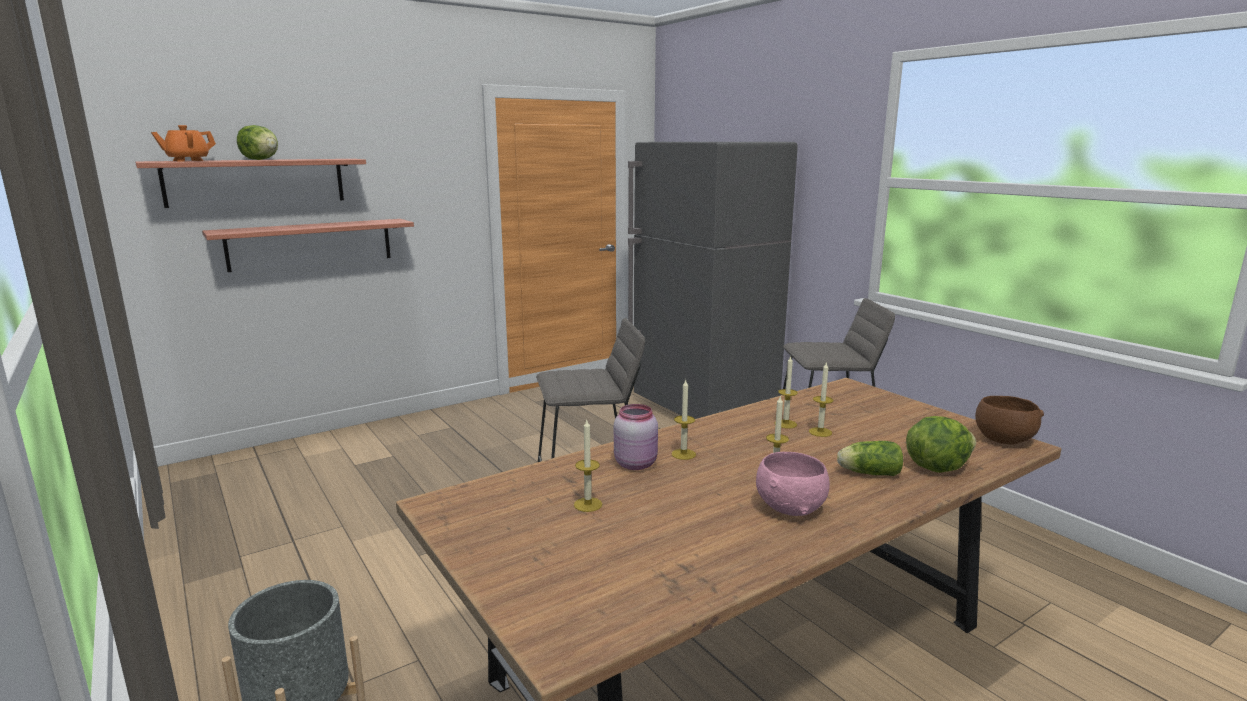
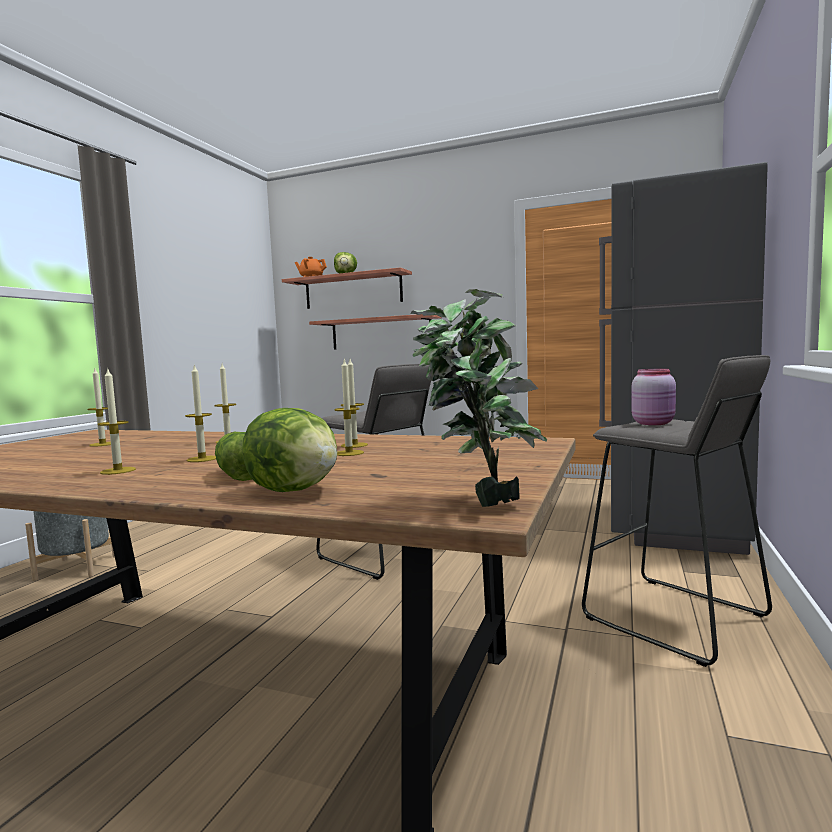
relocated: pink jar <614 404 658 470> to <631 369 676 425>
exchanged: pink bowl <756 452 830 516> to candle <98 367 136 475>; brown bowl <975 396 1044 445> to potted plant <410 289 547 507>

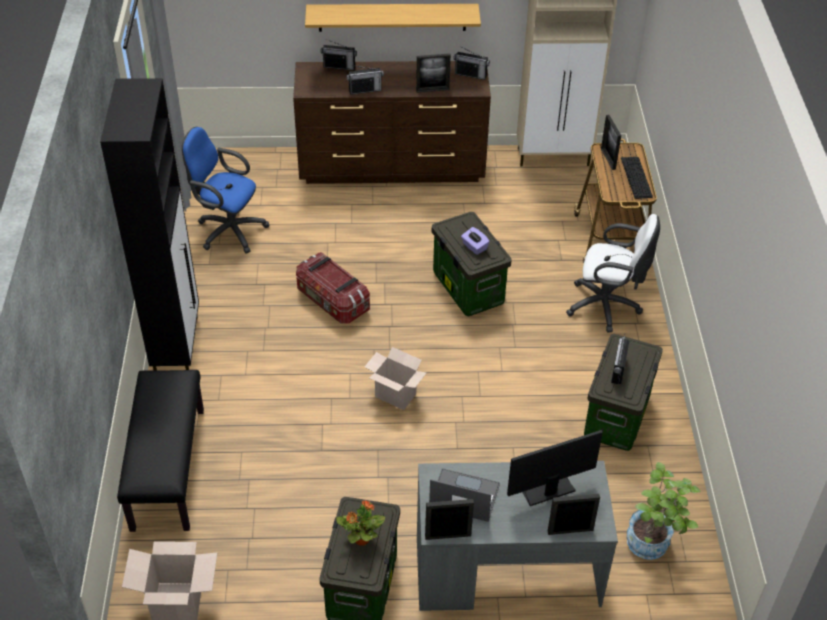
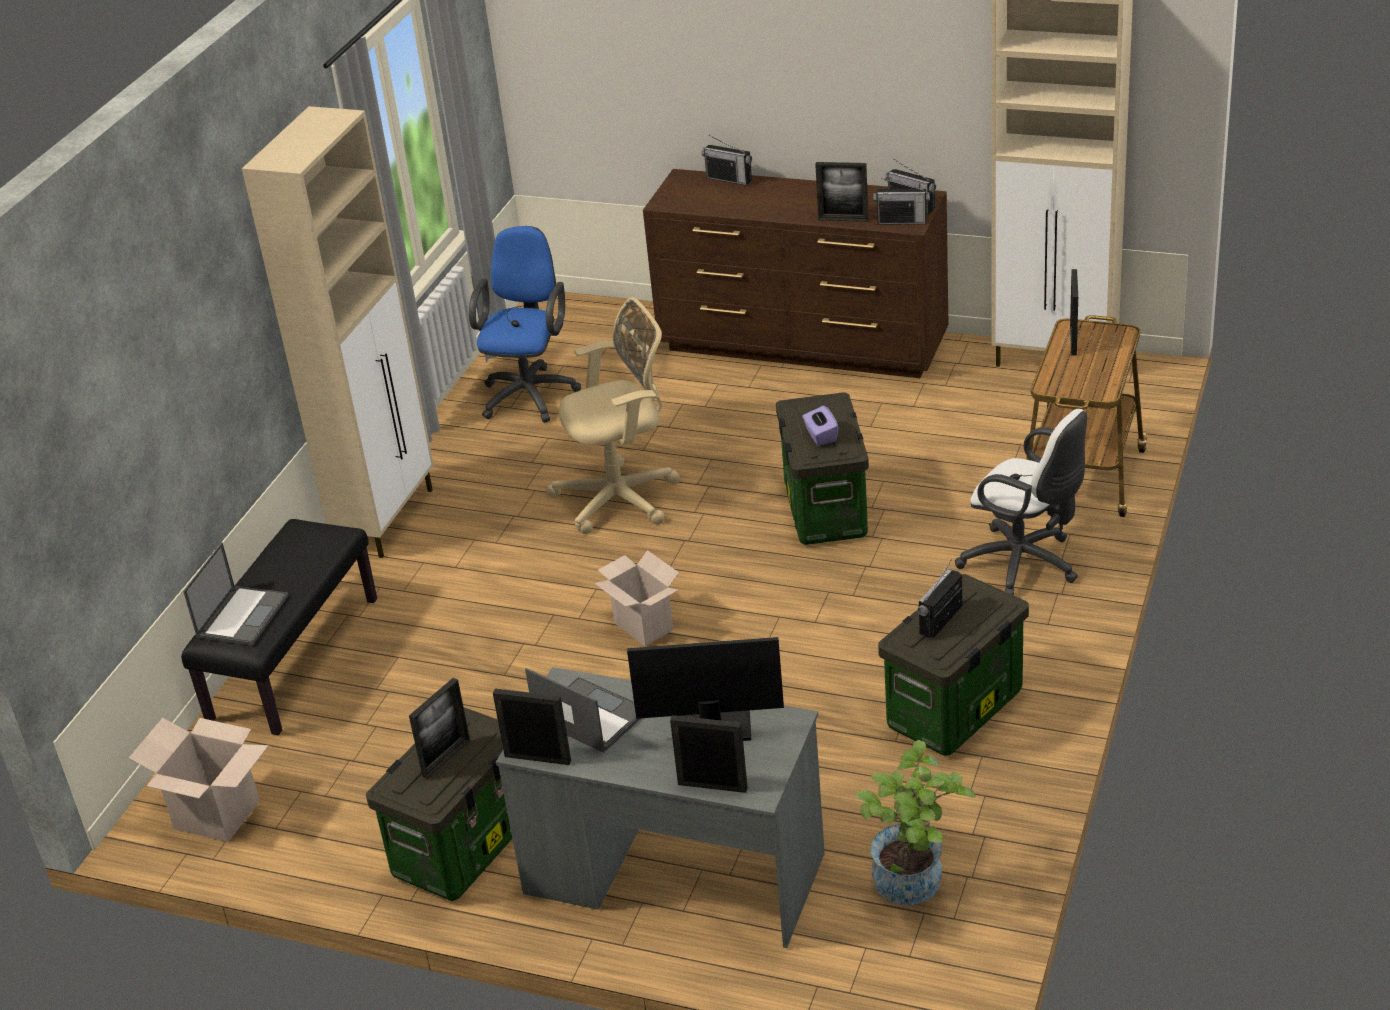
missing: shelf <305 4 481 32>; keyboard <621 157 653 199>
appeared: laptop <183 542 289 646>
relocated: radio <346 65 384 95> to <873 178 930 225>
exchanged: storage box <296 252 370 324> to beige office chair <546 297 680 534>; potted plant <336 500 385 546> to picture frame <409 678 470 779>
colour: black cabinet <100 78 199 371> to beige cabinet <242 106 434 558>
spun: blue office chair <182 127 270 254> = <469 226 581 423> 60 degrees clockwise

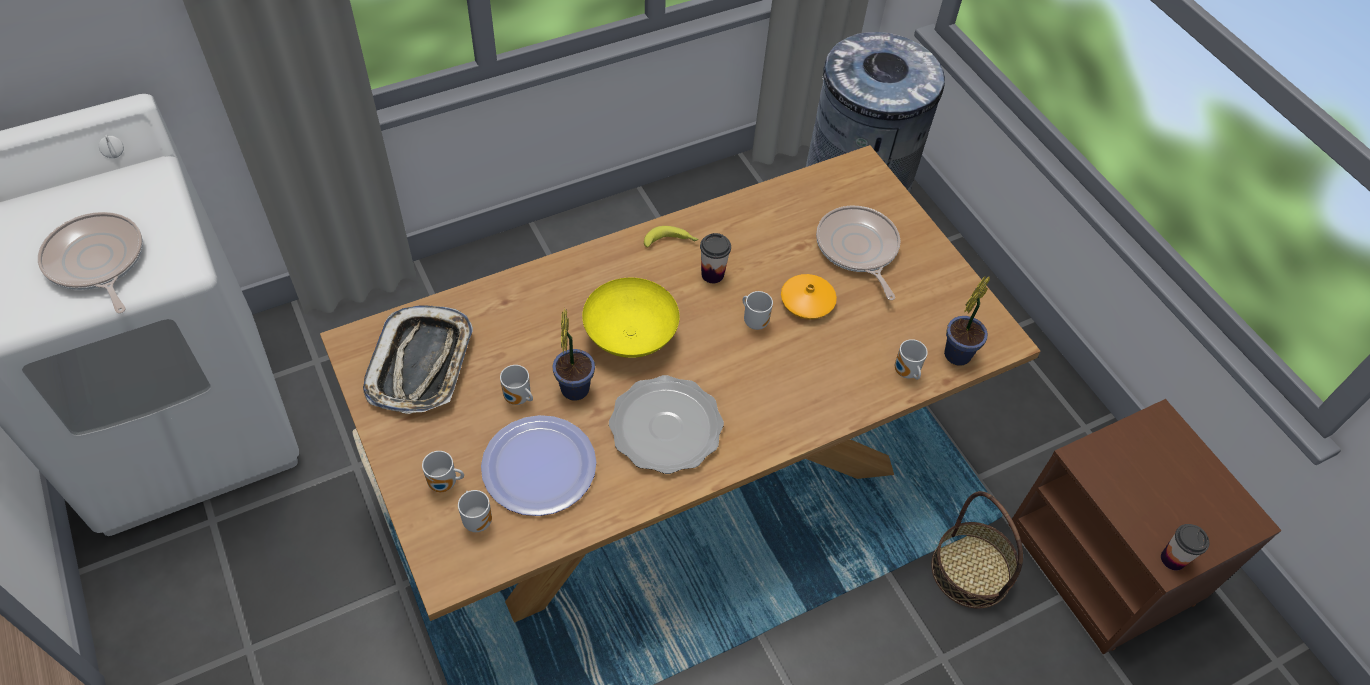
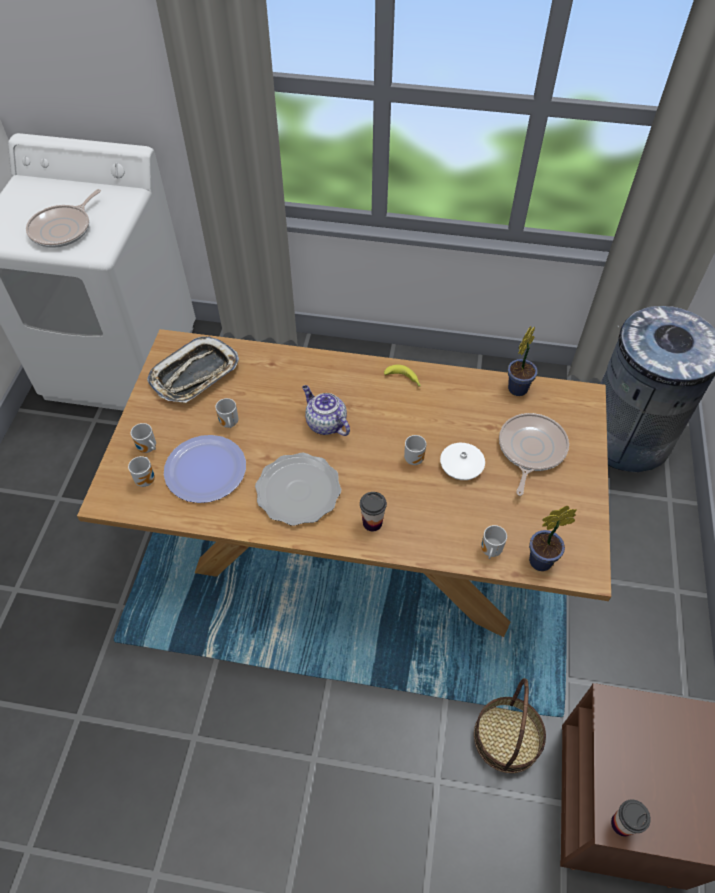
relocated: potted plant <552 308 595 401> to <508 326 538 396>; cup <700 233 731 283> to <360 492 387 532>
exchanged: yellow bowl <582 278 680 358> to teapot <302 385 350 436>
colour: orange vase <781 274 837 320> to white vase <440 443 485 480>
spun: frying pan <38 212 143 314> = <26 189 101 248> 150 degrees counterclockwise

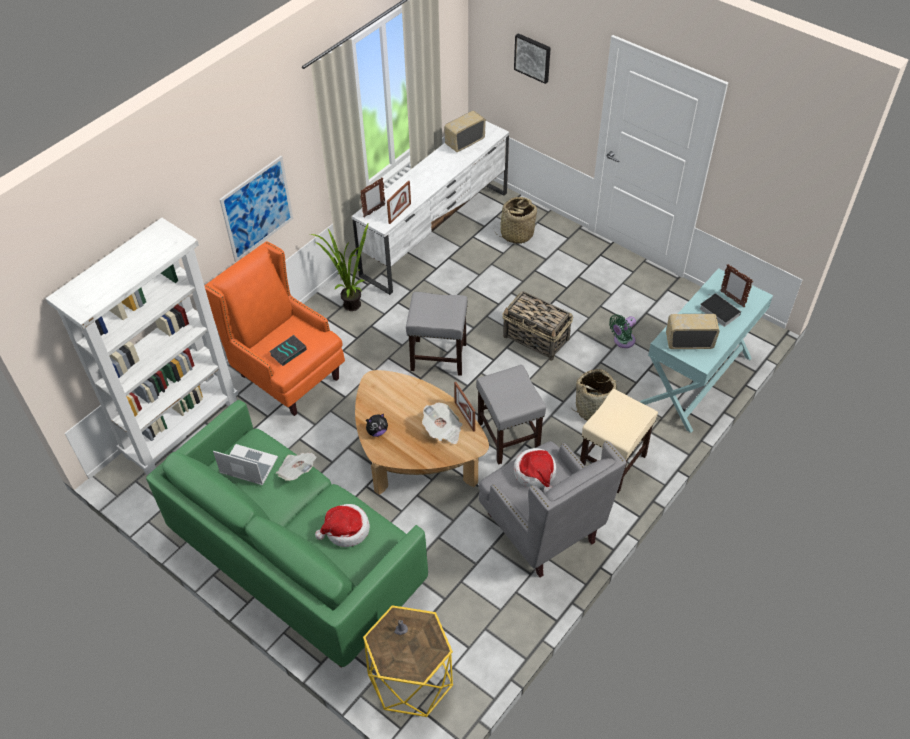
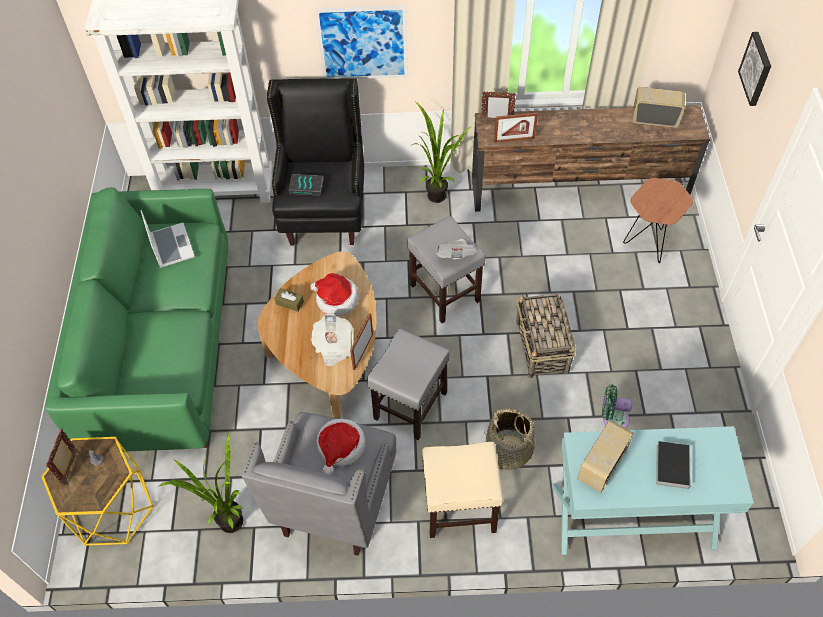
appeared: potted plant <156 433 243 533>
relocated: newspaper <275 452 316 481> to <435 239 477 260>; hat <315 504 370 547> to <310 273 359 317>; picture frame <721 264 753 307> to <46 429 77 486>
exchanged: plush toy <366 413 388 437> to brown tissue box <274 288 304 312>; basket <498 197 537 244> to brown side table <623 178 693 263>
colour: orange armchair <204 241 345 416> to black armchair <267 78 364 246>; white tv stand <352 121 509 295> to brown tv stand <472 105 710 212>
spun: radio <666 314 720 349> = <577 420 634 493> 105 degrees counterclockwise

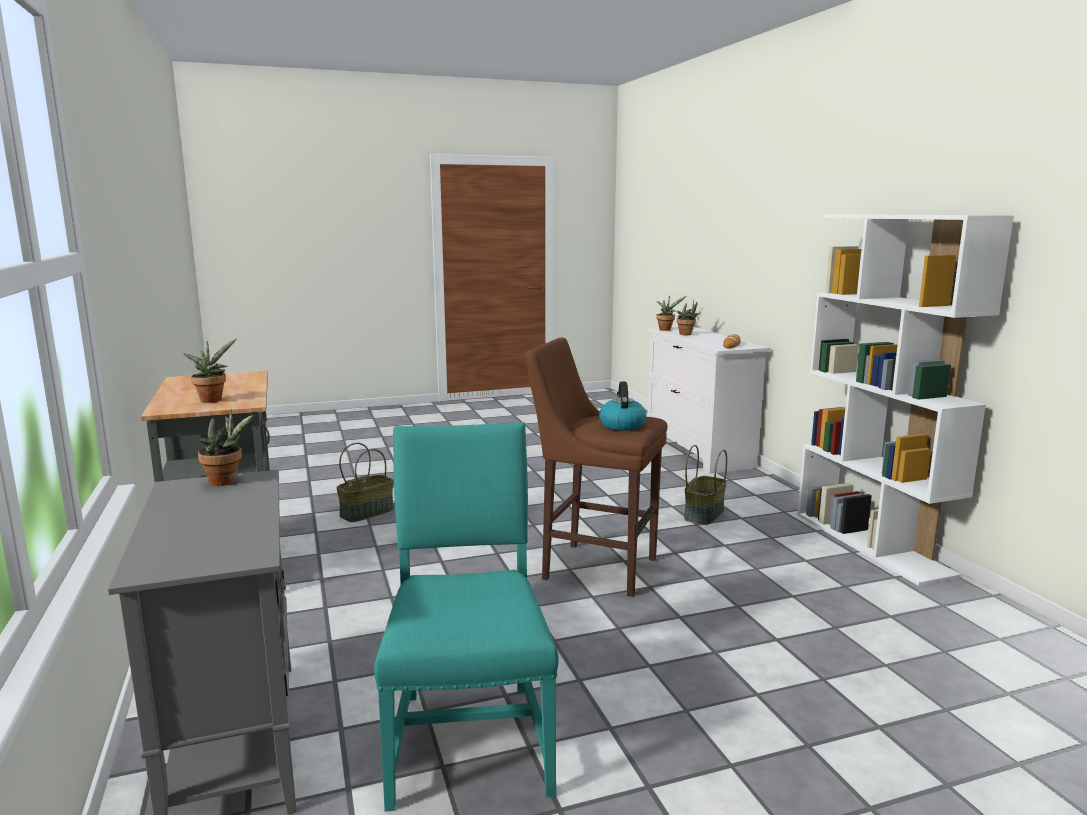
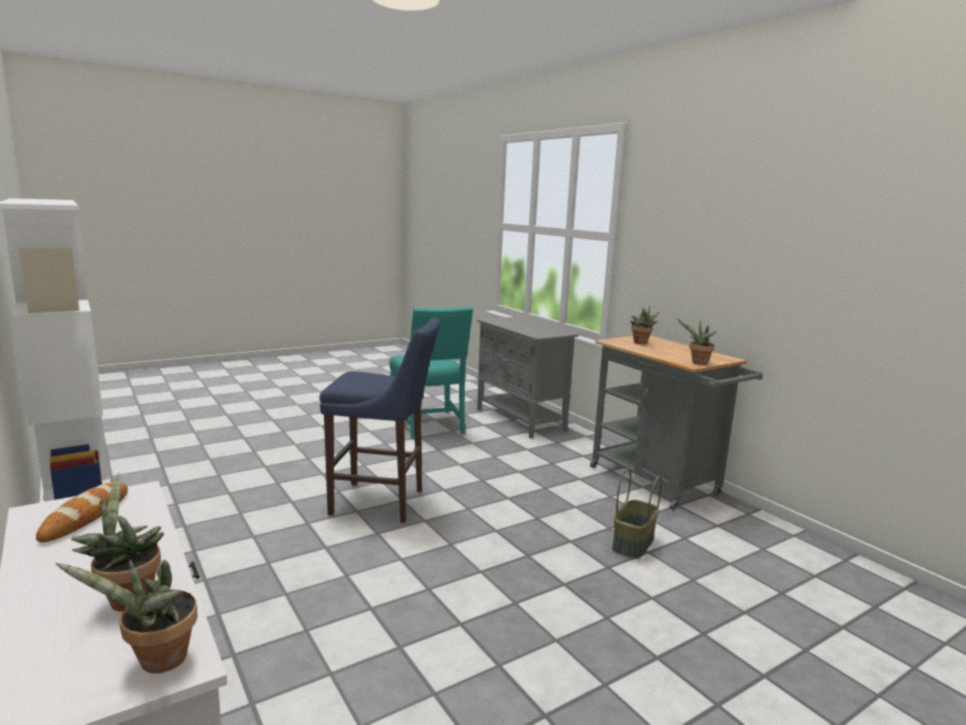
missing: kettle <599 382 646 431>; basket <684 445 727 525>
relocated: potted plant <198 409 253 486> to <678 319 717 365>
colour: brown stool <524 338 667 597> to blue stool <320 318 440 523>

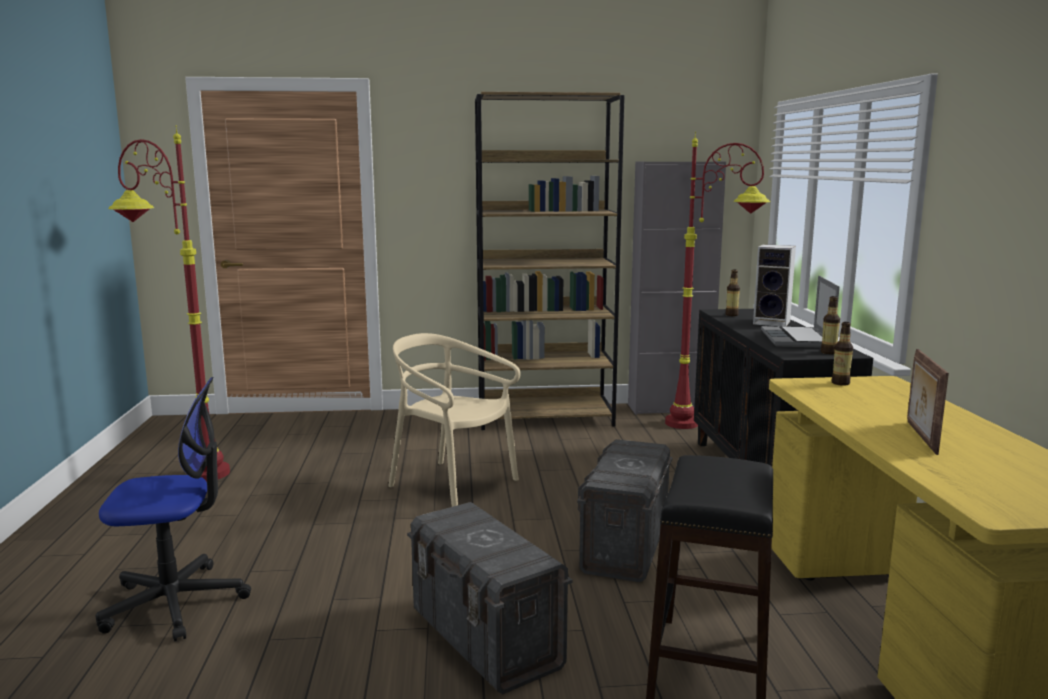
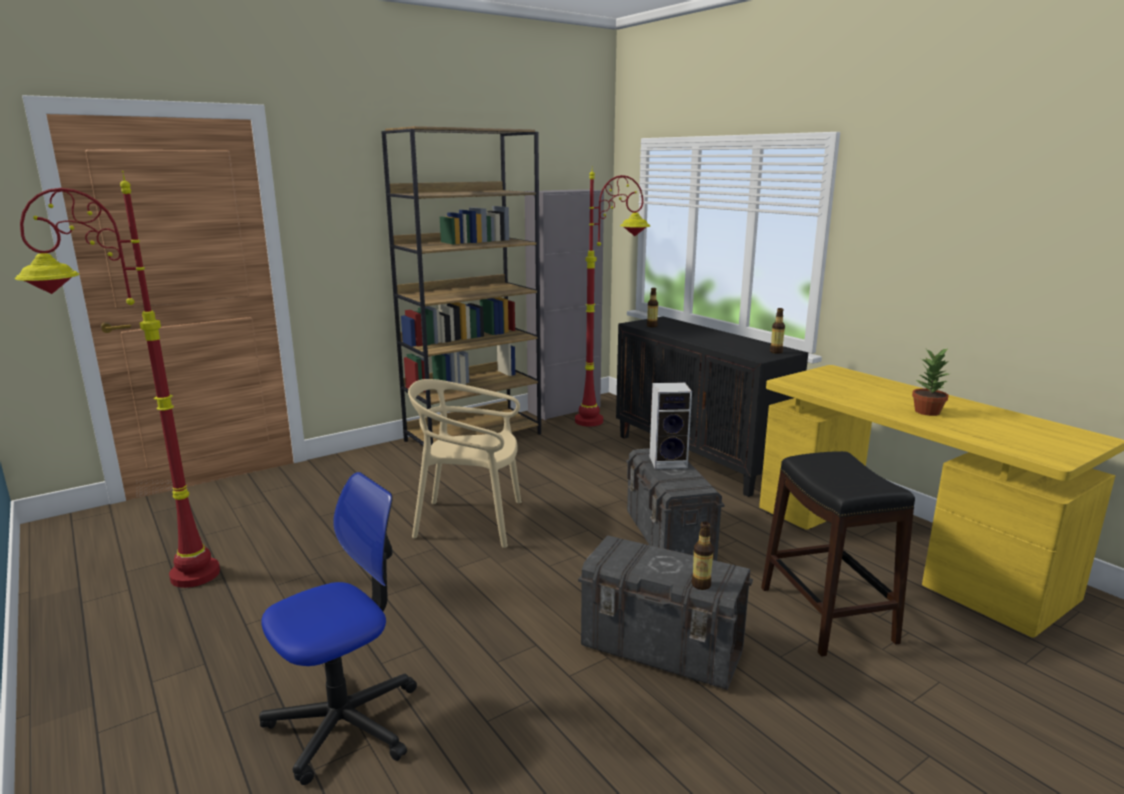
missing: laptop <761 275 840 348>
relocated: speaker <753 244 796 327> to <650 382 692 469>; bottle <831 322 853 386> to <692 521 714 590>
exchanged: picture frame <907 349 949 455> to potted plant <912 347 949 416>

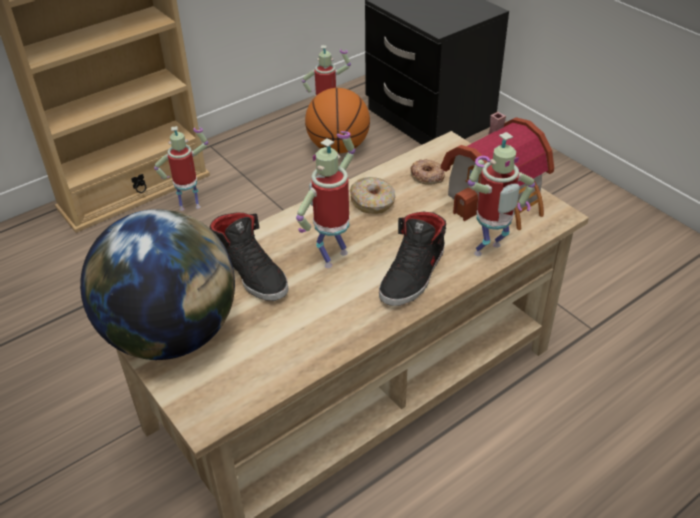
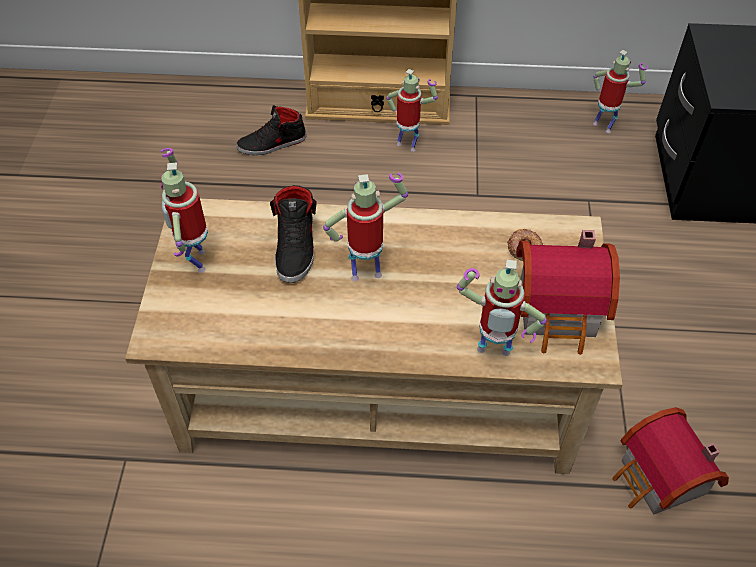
missing: basketball <305 88 370 154>; donut <350 177 395 214>
appeared: toy house <612 407 729 515>
relocated: black shoe <379 212 446 306> to <236 105 306 155>
exchanged: globe <80 209 235 360> to toy robot <160 148 208 273>

